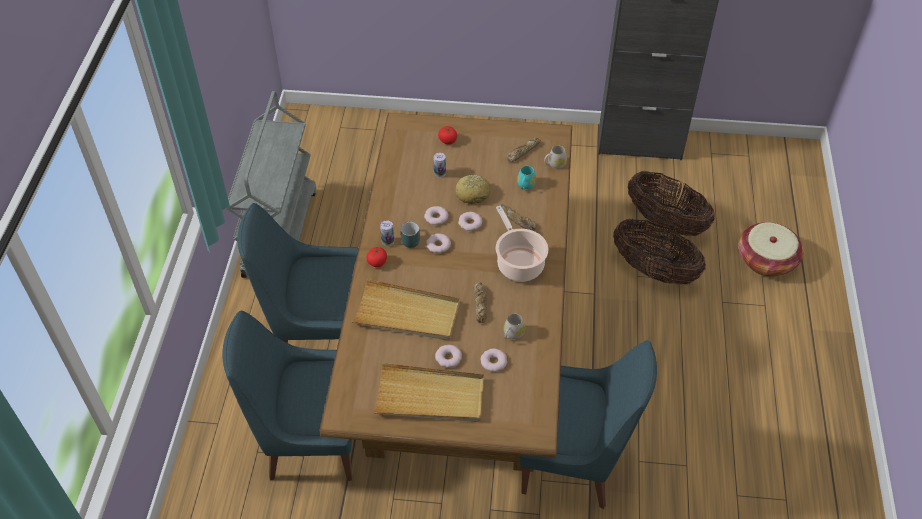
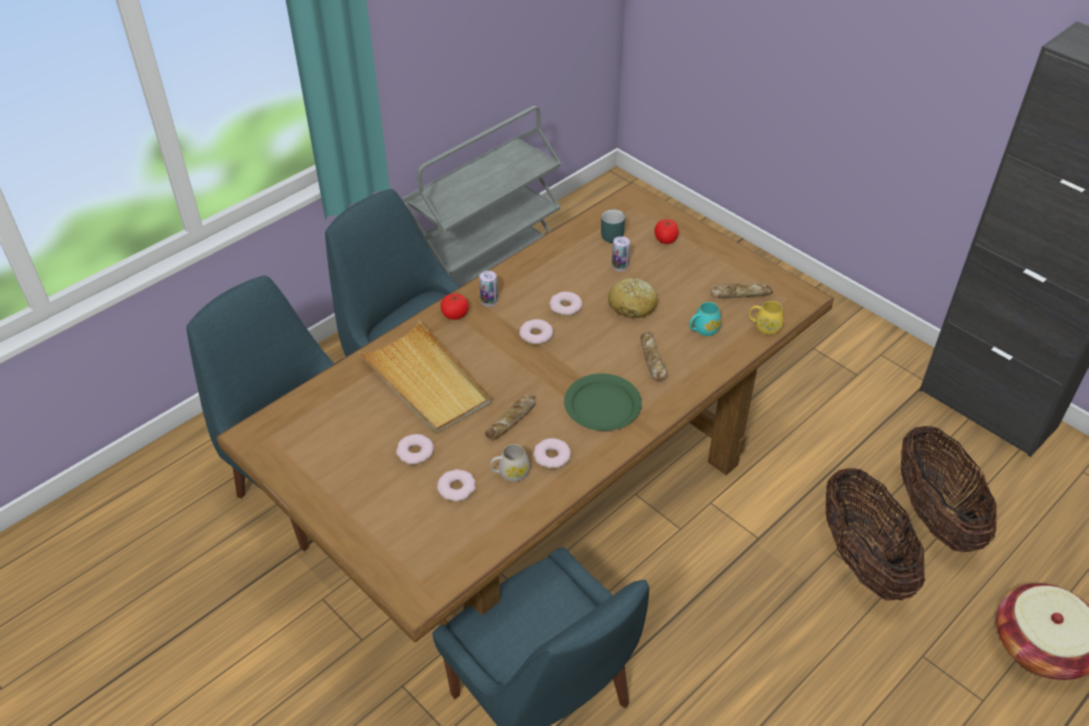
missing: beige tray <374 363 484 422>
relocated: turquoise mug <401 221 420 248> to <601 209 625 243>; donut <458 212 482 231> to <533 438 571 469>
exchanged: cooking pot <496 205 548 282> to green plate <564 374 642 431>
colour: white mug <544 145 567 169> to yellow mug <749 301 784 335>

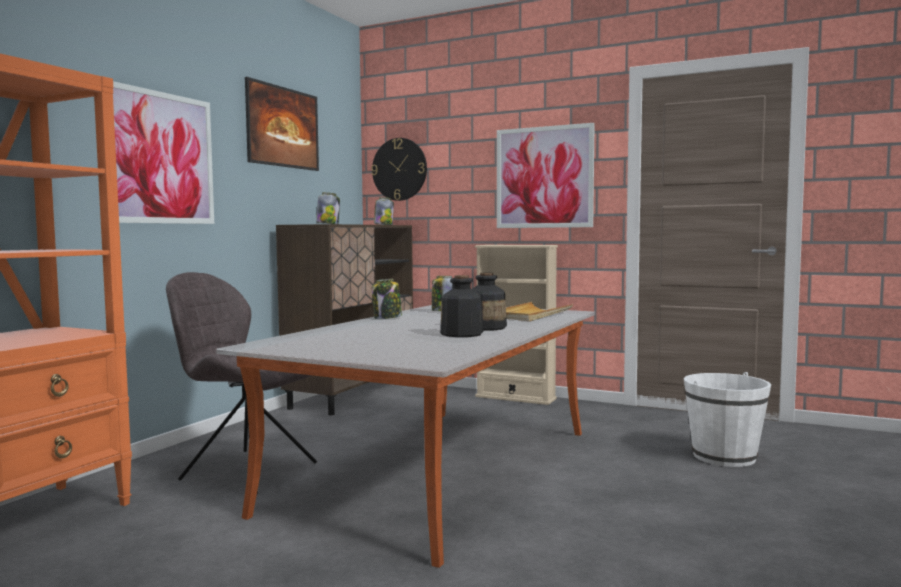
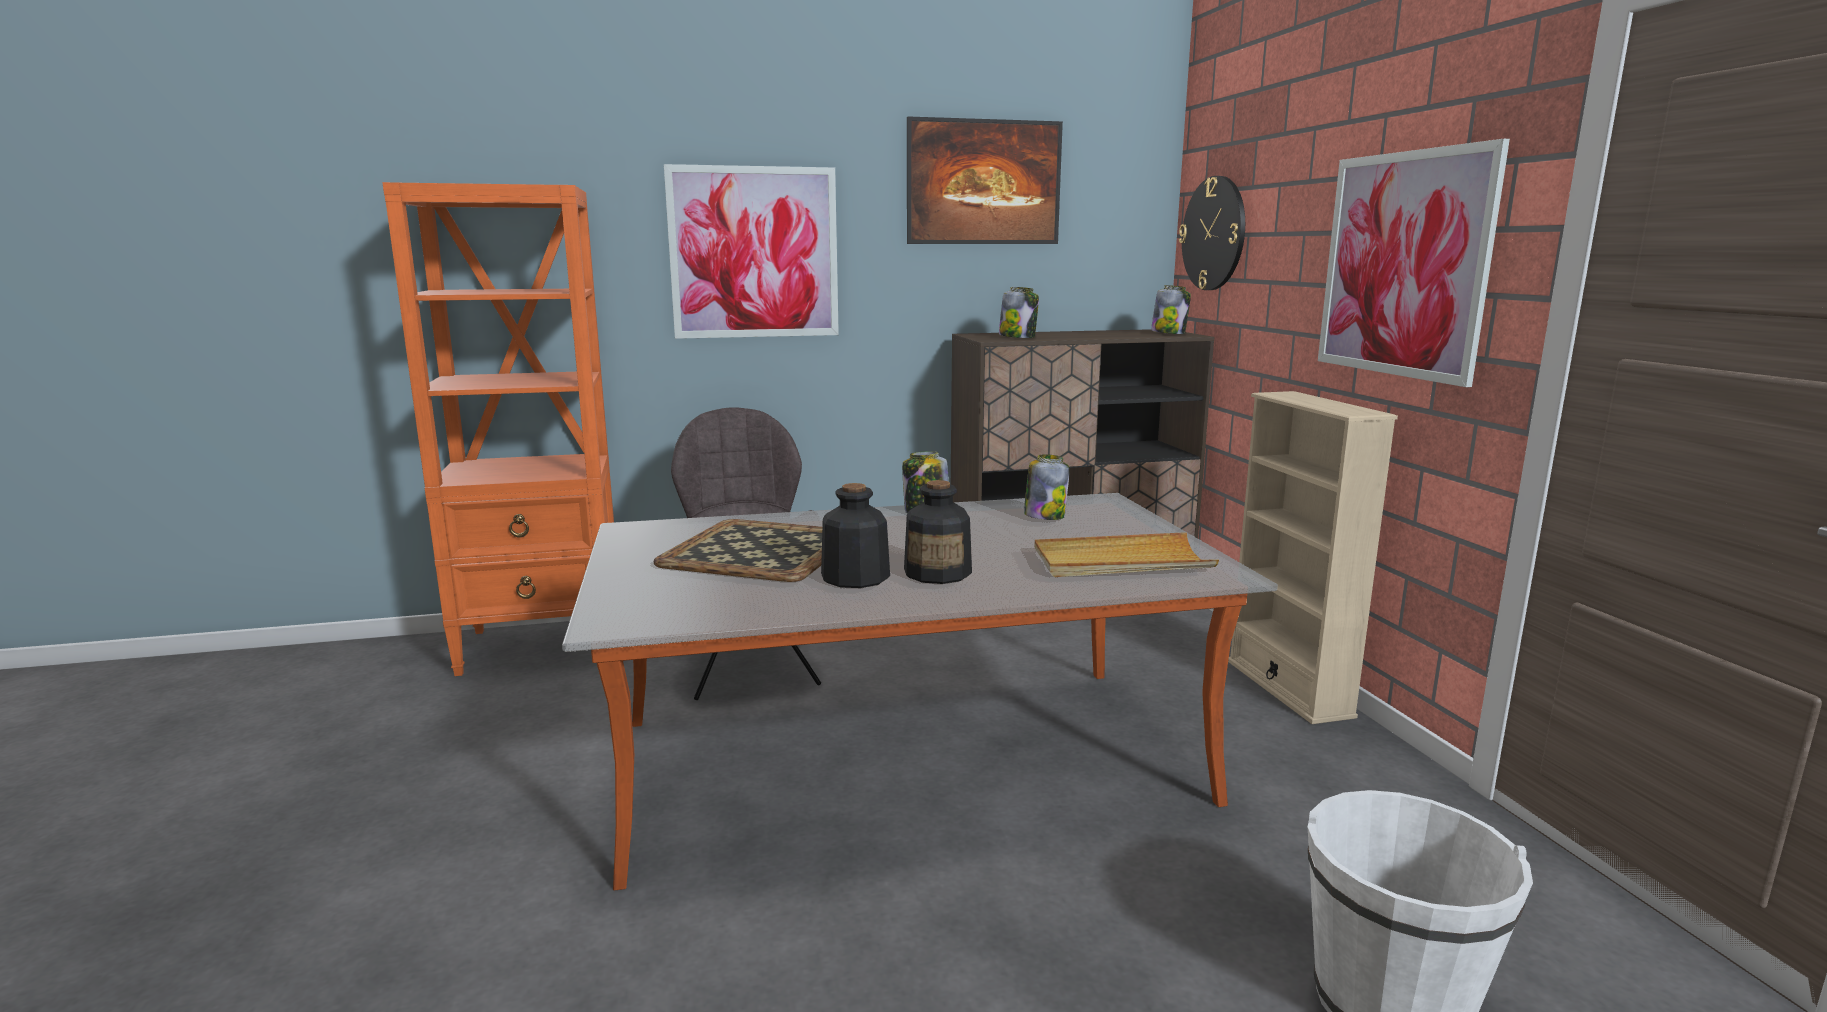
appeared: tray <654 519 822 582>

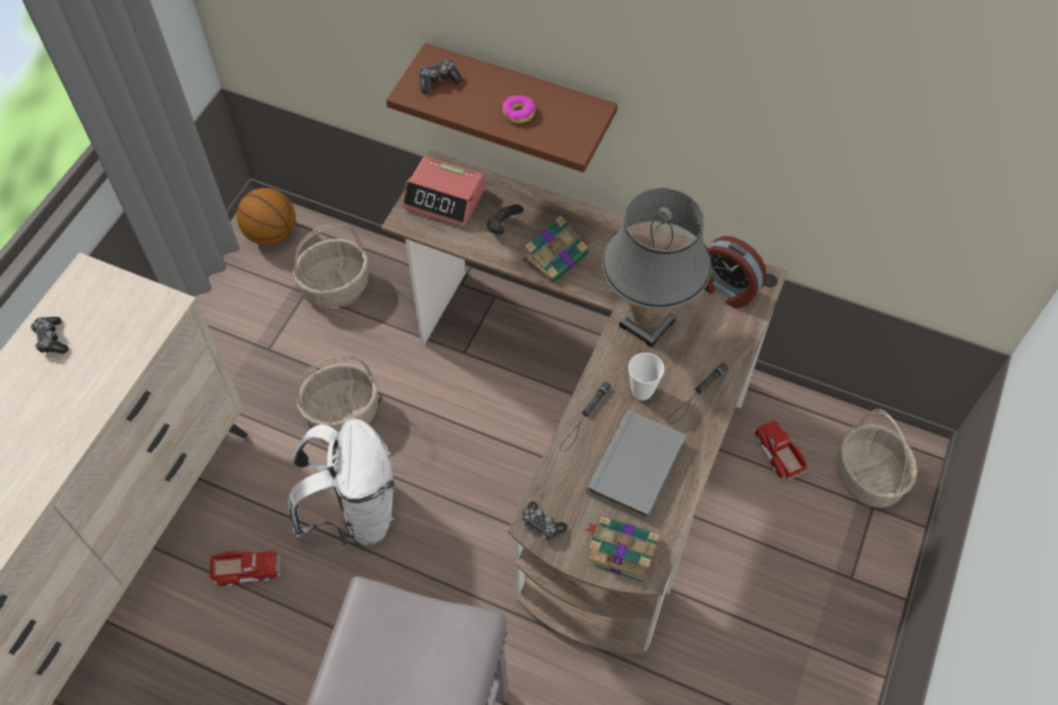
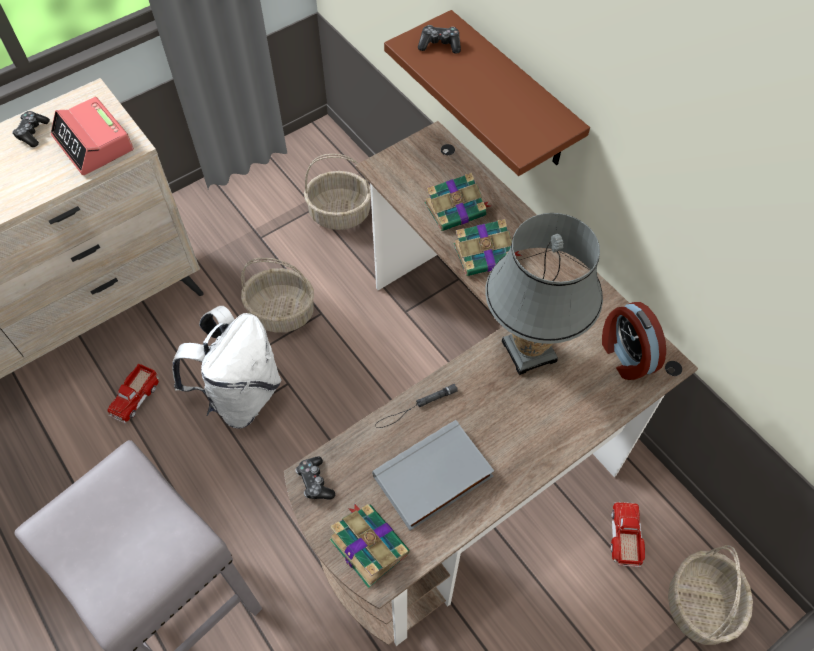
missing: basketball <237 188 296 245>; donut <502 95 536 123>; cup <628 353 664 400>; black flashlight <668 363 728 424>
relocated: alarm clock <402 156 485 227> to <51 97 134 175>
exchanged: black game controller <487 204 523 234> to book <424 172 491 231>
spun: toy truck <209 551 280 587> = <107 363 159 424> 90 degrees clockwise

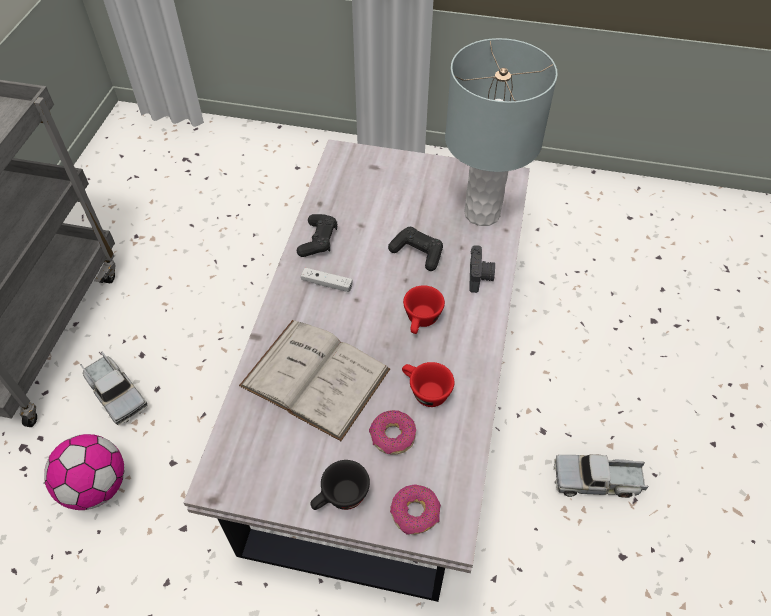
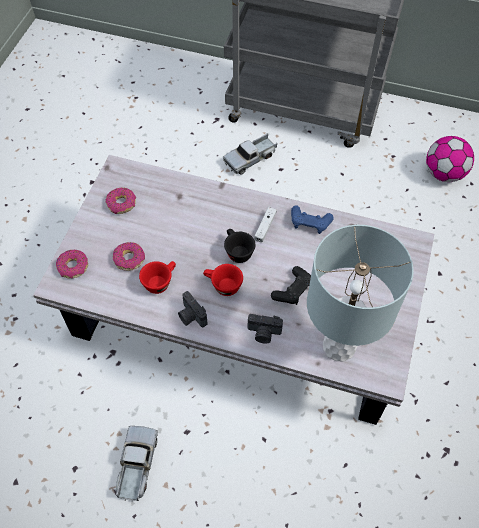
missing: white book <239 320 390 441>
appeared: donut <105 188 136 214>; photo camera <178 291 207 327>
relocated: football <44 434 124 510> to <426 136 474 182>; black cup <310 460 370 510> to <224 229 255 263>
colour: black game controller <297 214 337 257> to blue game controller <291 206 334 234>

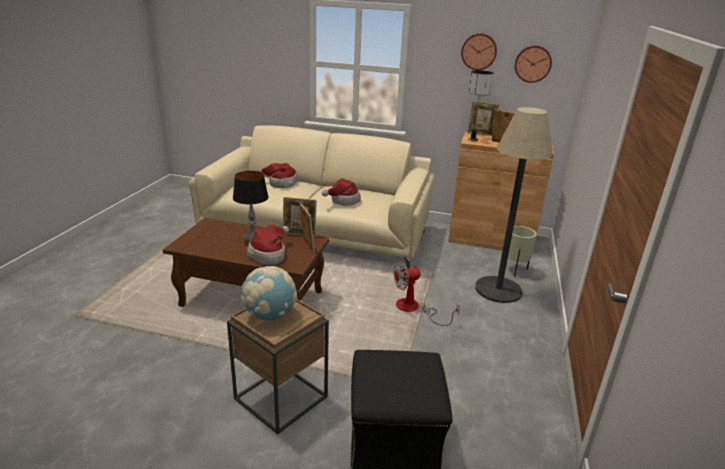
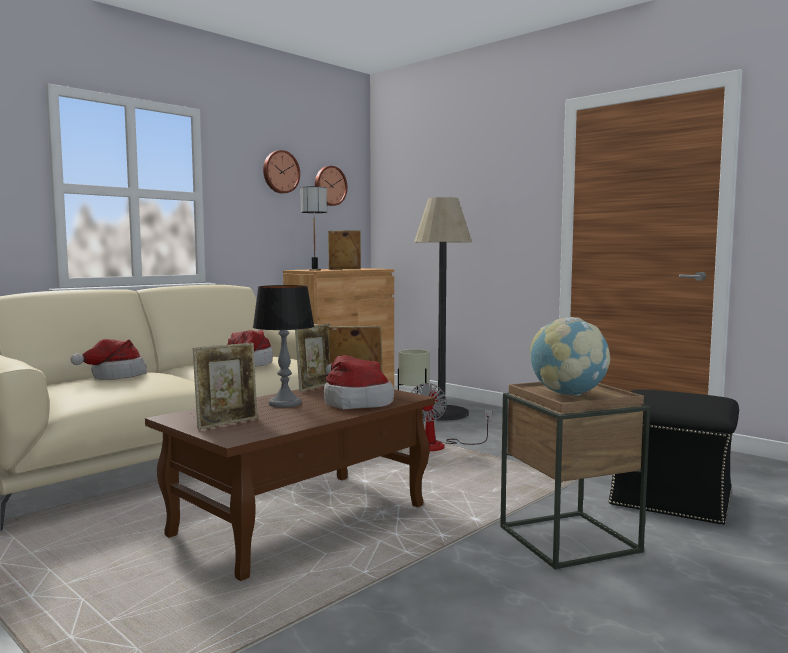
relocated: picture frame <467 101 499 136> to <193 343 258 430>

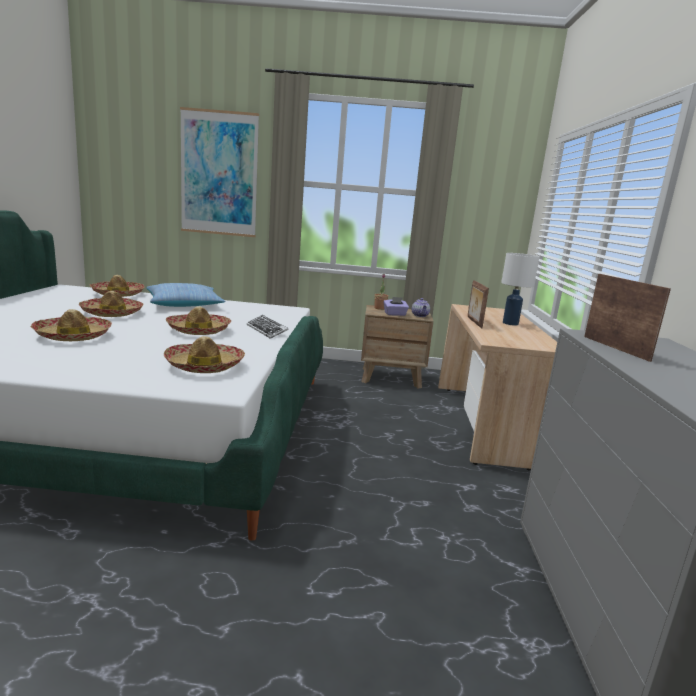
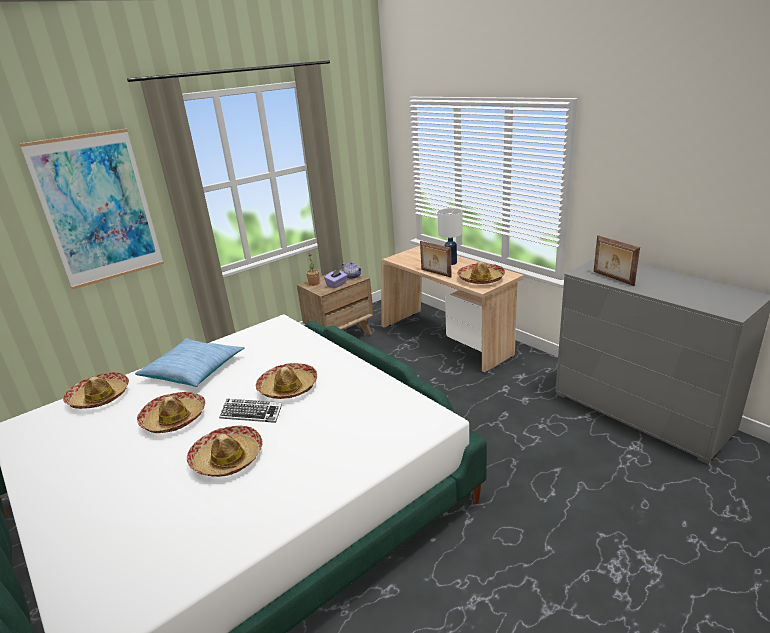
relocated: hat <164 336 245 373> to <457 262 505 284>; keyboard <247 315 289 339> to <219 399 283 423>
spun: picture frame <584 274 671 362> = <593 235 640 286> 150 degrees counterclockwise

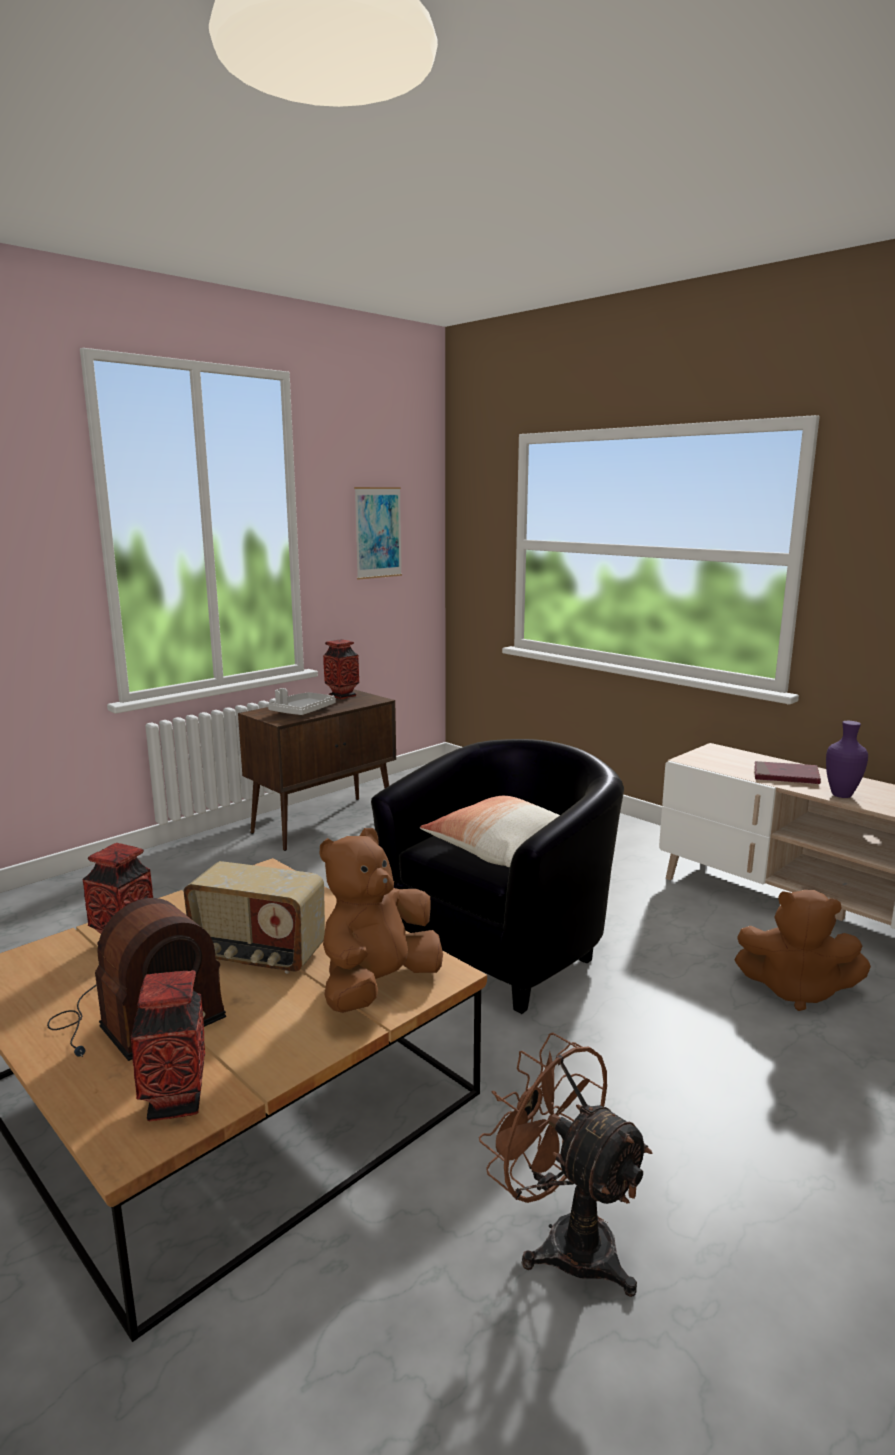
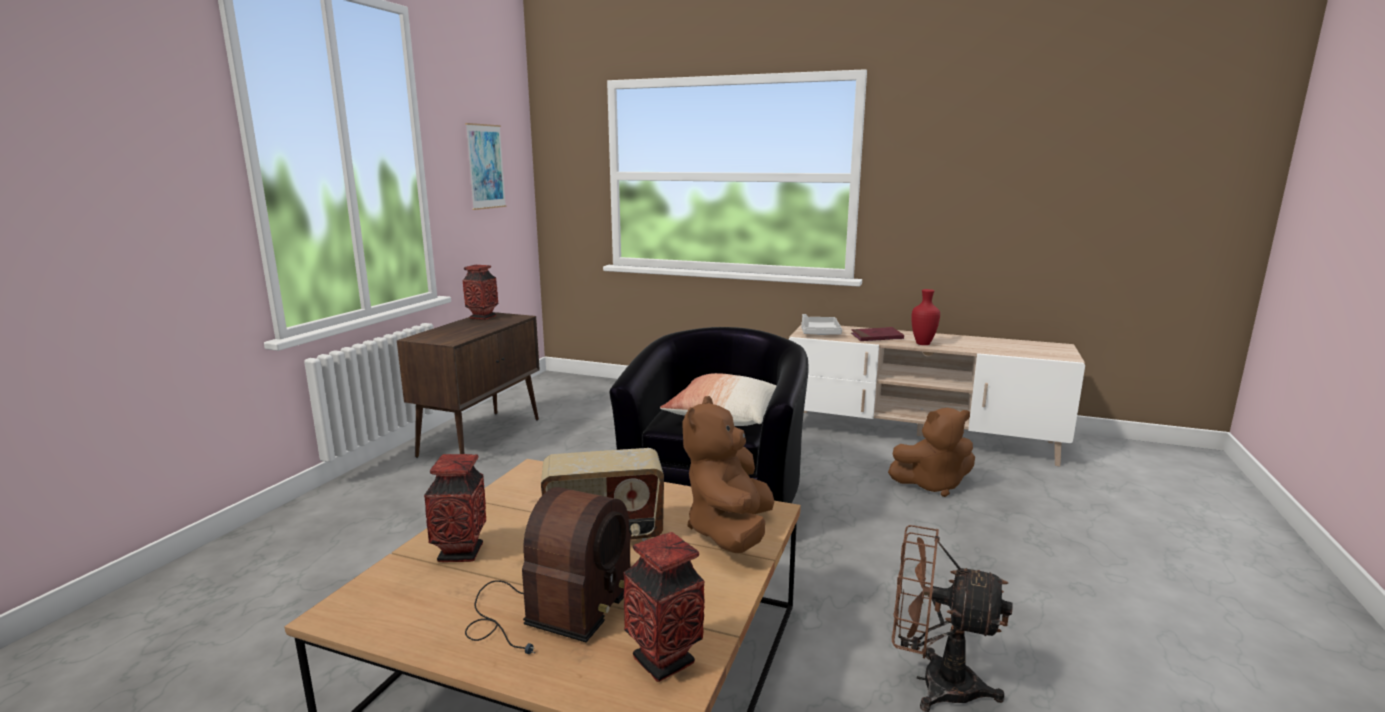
relocated: grey tray <268 688 336 715> to <801 314 842 335>
colour: purple vase <826 721 868 798> to red vase <911 289 940 345>

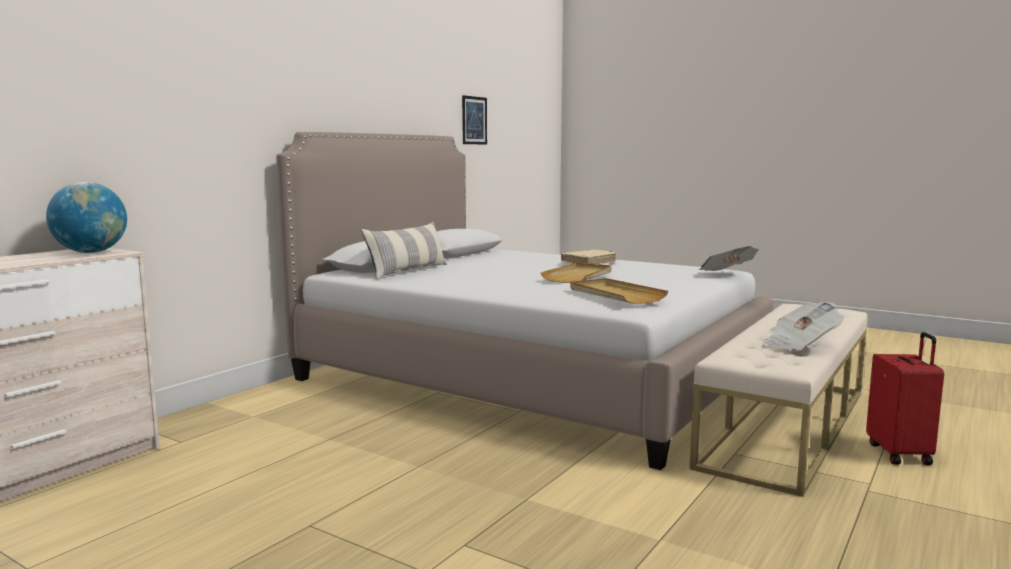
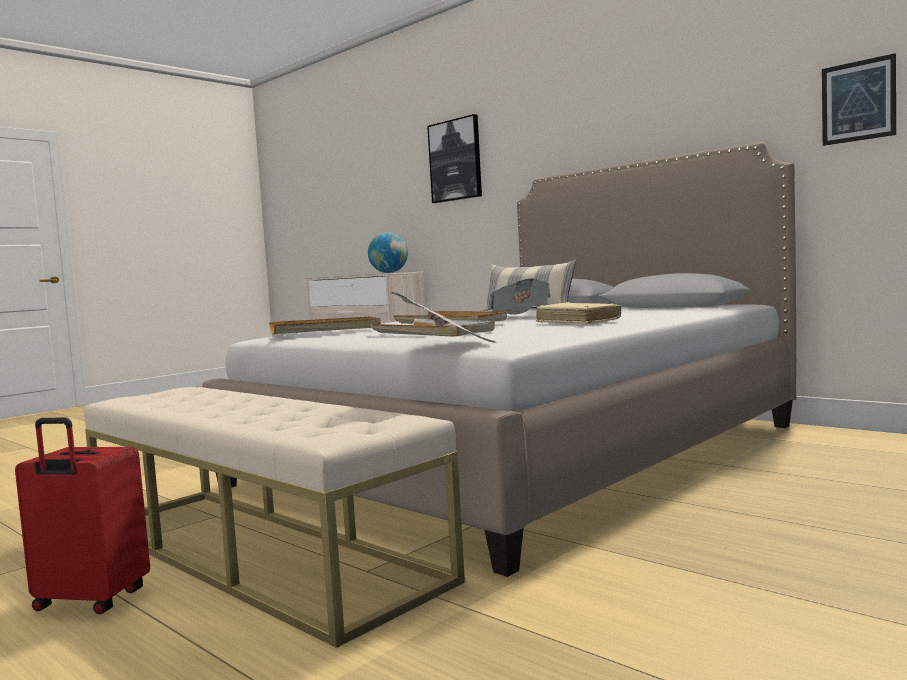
appeared: white tray <370 319 495 337>; picture <427 114 482 203>
relocated: newspaper <762 302 844 351> to <490 278 550 315>

